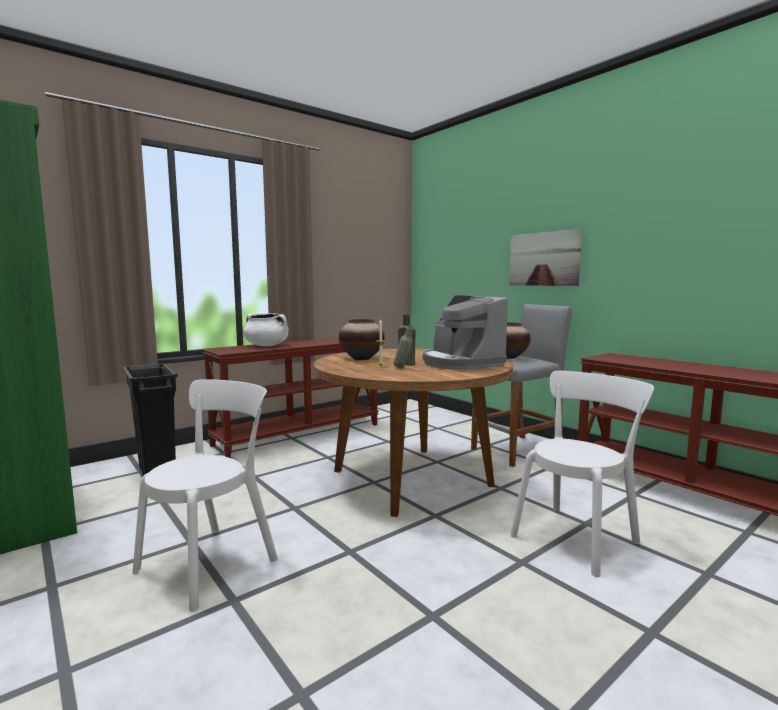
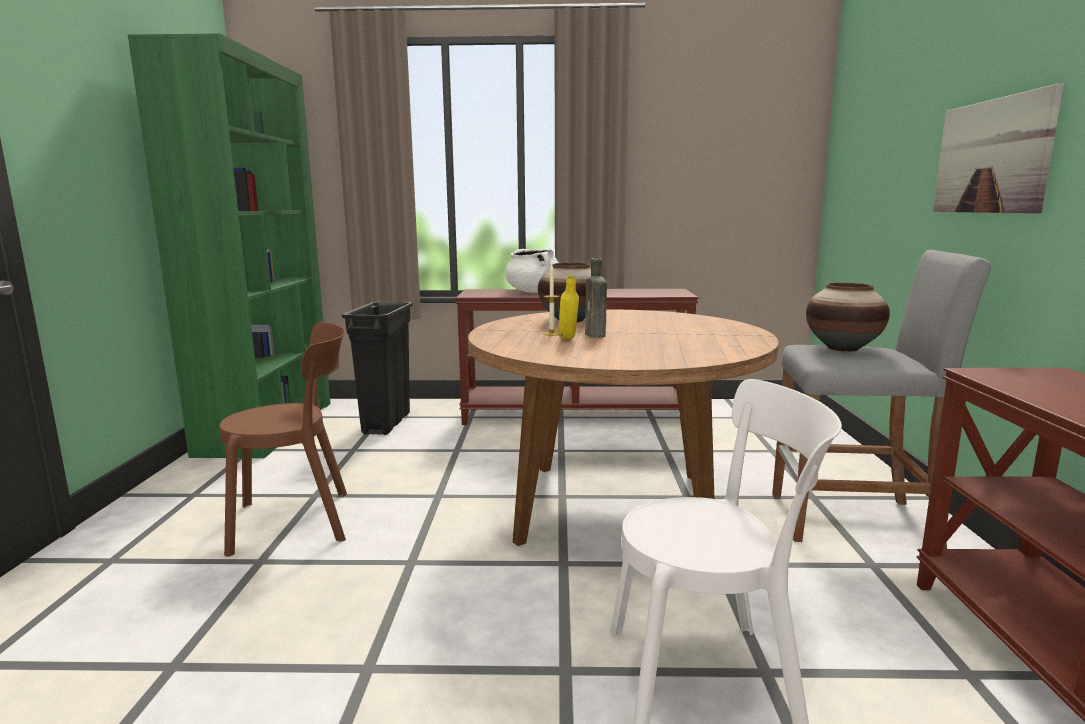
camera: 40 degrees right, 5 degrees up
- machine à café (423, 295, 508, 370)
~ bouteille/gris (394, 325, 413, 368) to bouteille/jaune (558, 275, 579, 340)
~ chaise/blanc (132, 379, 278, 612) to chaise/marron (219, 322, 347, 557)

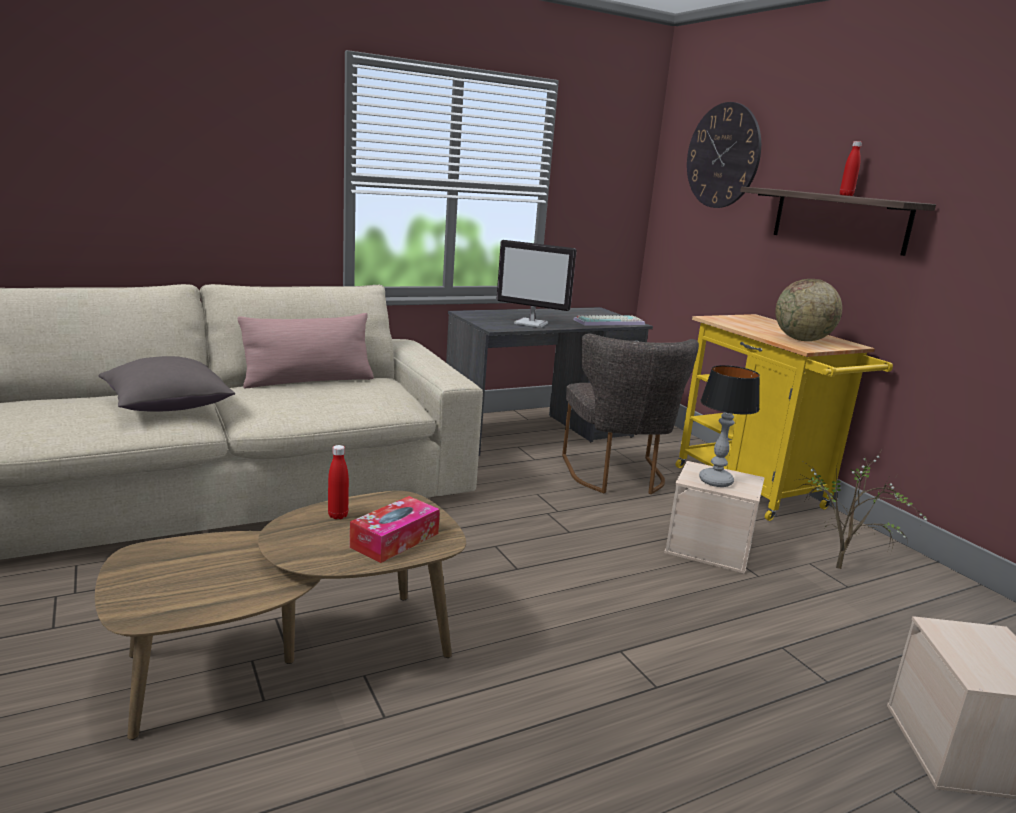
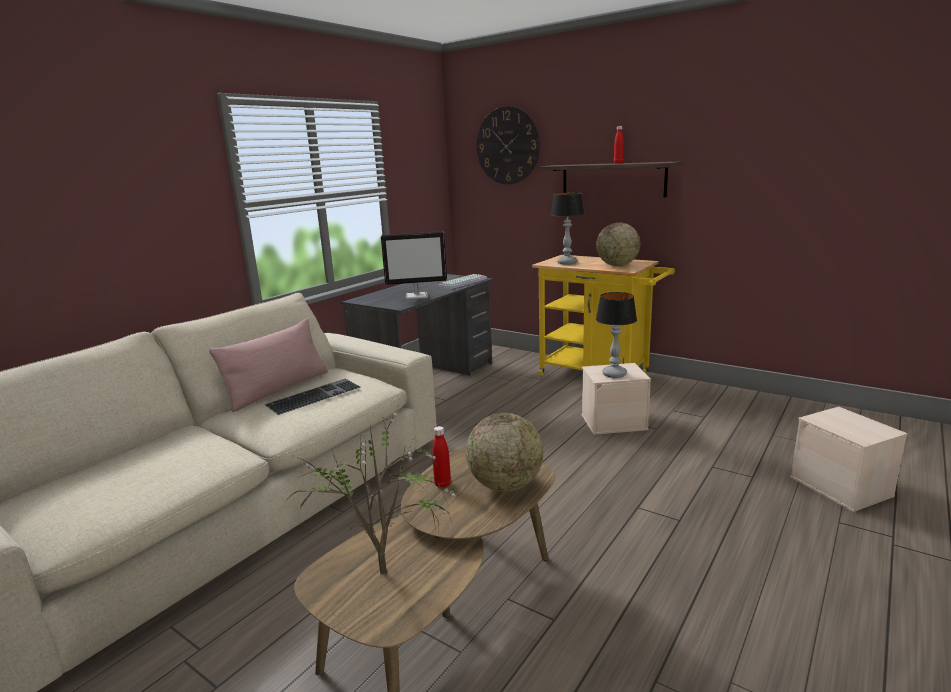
camera: 25 degrees left, 0 degrees up
- chaise/gris (562, 334, 699, 494)
- coussin/gris (99, 356, 235, 412)
~ plante en pot (798, 448, 931, 569) to (289, 405, 460, 574)
~ boîte à mouchoirs (350, 496, 440, 563) to globe (466, 413, 544, 492)
+ lampe de table (551, 193, 584, 265)
+ clavier (265, 379, 360, 415)

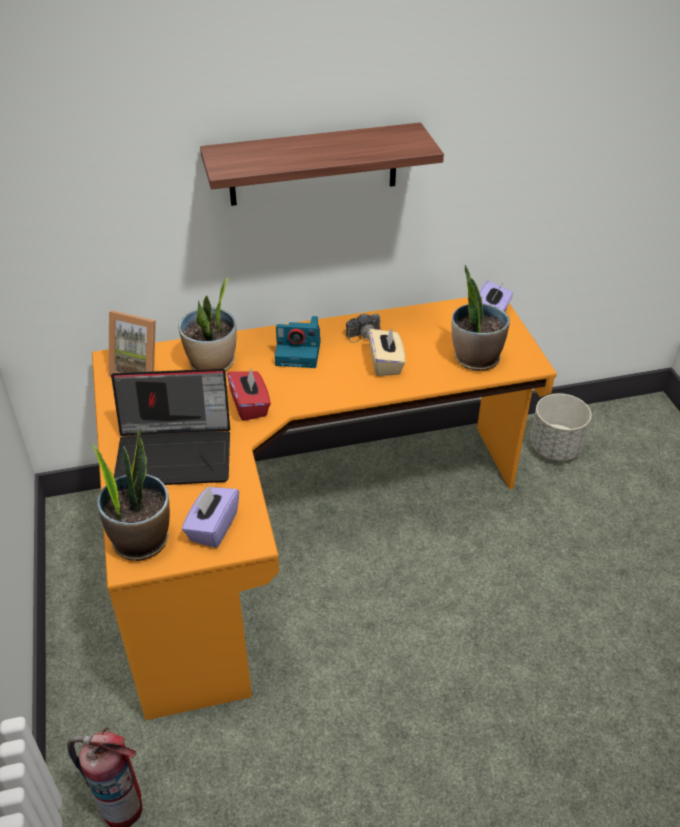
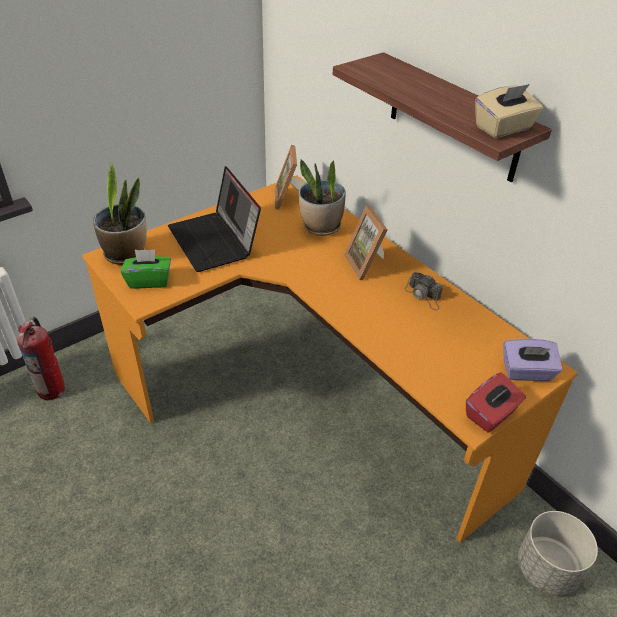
camera: 65 degrees right, 0 degrees up
- plante en pot (452, 265, 510, 371)
~ appareil photo (275, 316, 321, 368) to cadre photo (344, 205, 388, 280)
~ boîte à mouchoirs/beige (369, 327, 405, 376) to (475, 84, 543, 138)
~ boîte à mouchoirs/rouge (227, 369, 271, 421) to (466, 373, 526, 433)
~ boîte à mouchoirs/violet (182, 486, 239, 548) to boîte à mouchoirs/vert (121, 249, 171, 289)

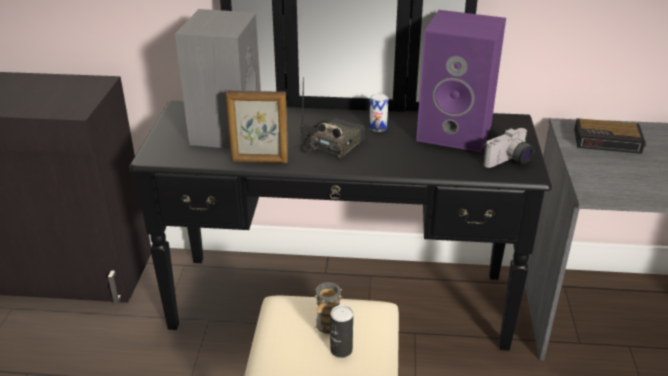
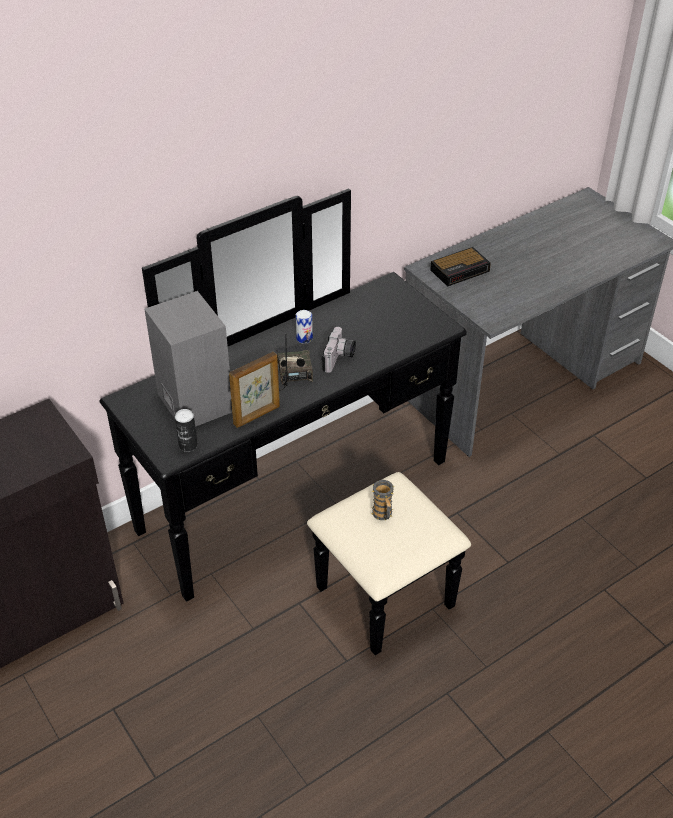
camera: 40 degrees left, 10 degrees up
- enceinte/violet (416, 10, 506, 152)
~ appareil photo (482, 128, 535, 168) to (322, 327, 356, 373)
~ boîte métallique (330, 305, 353, 358) to (175, 409, 198, 452)

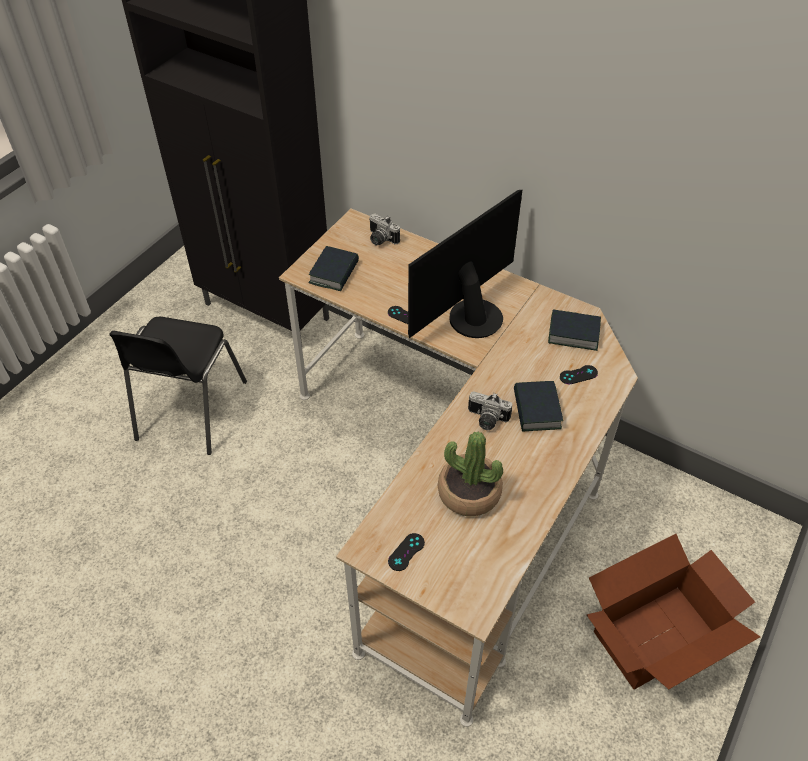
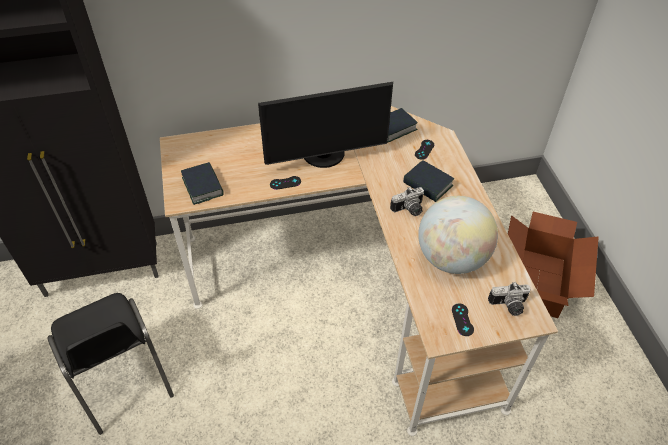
camera: 45 degrees left, 0 degrees up
~ écran d'ordinateur (408, 190, 522, 338) = (258, 82, 393, 168) 105 degrees counterclockwise
~ appareil photo (369, 213, 400, 245) to (488, 282, 531, 316)
~ plante en pot (438, 432, 503, 516) to globe (418, 196, 498, 274)

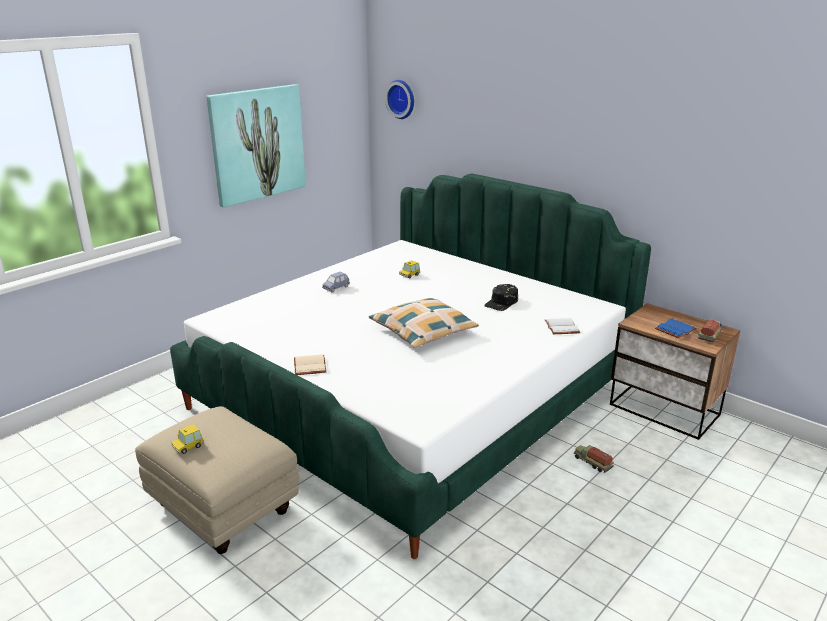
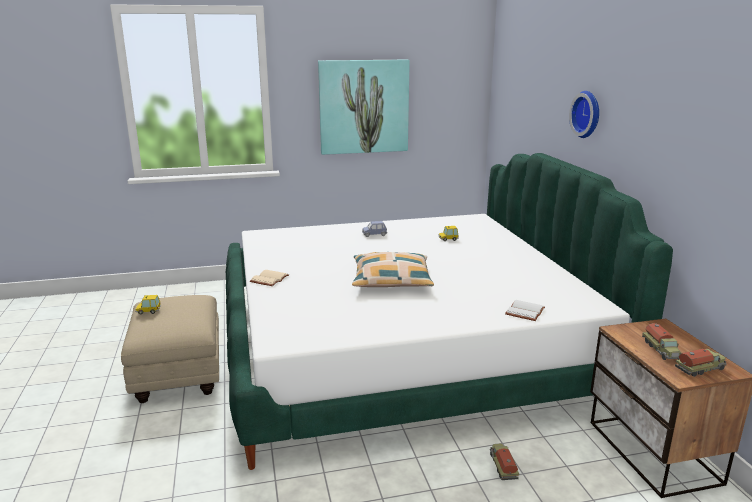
camera: 35 degrees right, 5 degrees down
~ horloge murale (385, 80, 414, 119) to (569, 91, 599, 138)
- casquette/noir (484, 284, 518, 311)
~ livre/bleu (655, 319, 696, 338) to camion jouet (642, 323, 682, 360)

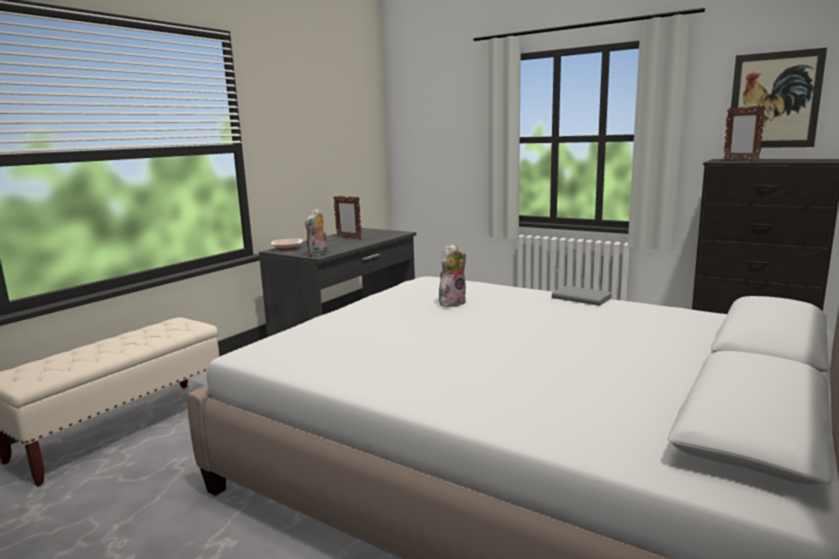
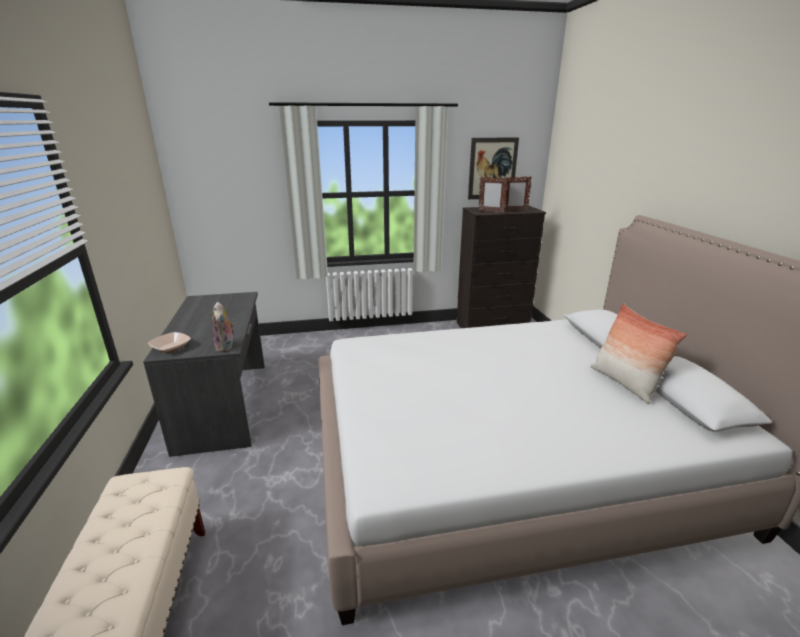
camera: 45 degrees left, 10 degrees up
~ cadre photo (333, 196, 362, 240) to (503, 176, 532, 211)
- peluche (439, 244, 466, 308)
- livre/gris (552, 286, 613, 306)
+ coussin (590, 303, 687, 404)

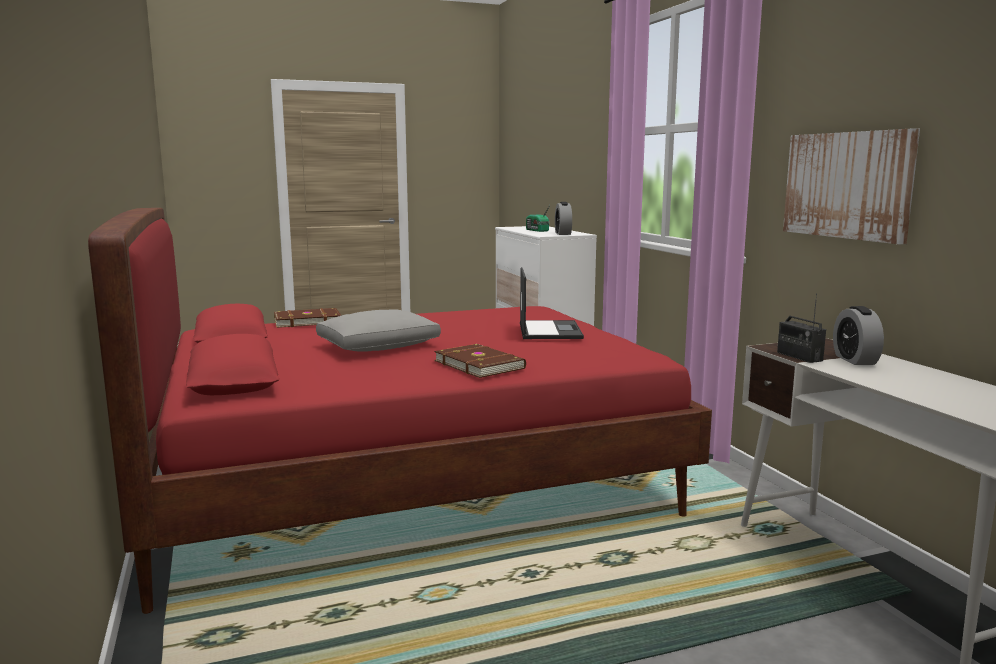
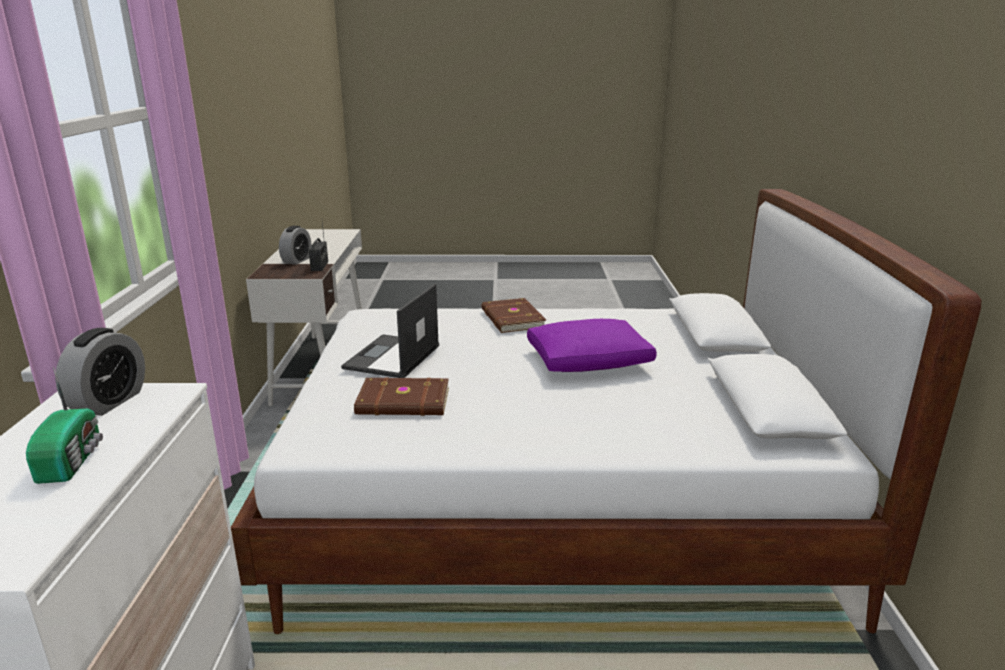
camera: 160 degrees left, 10 degrees up
- tableau (783, 128, 920, 244)
~ lit/rouge (88, 208, 712, 614) to lit/blanc (231, 189, 981, 634)
~ livre/marron (274, 308, 341, 328) to (354, 377, 449, 416)
~ coussin/gris (316, 309, 441, 352) to coussin/violet (527, 319, 657, 372)

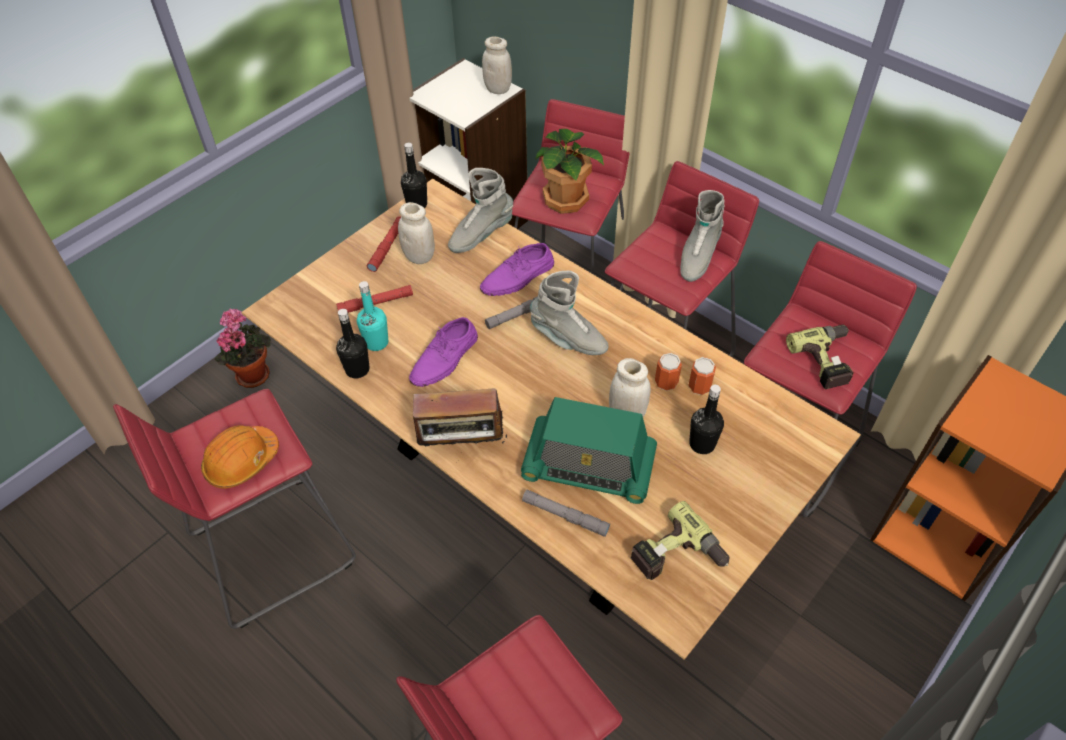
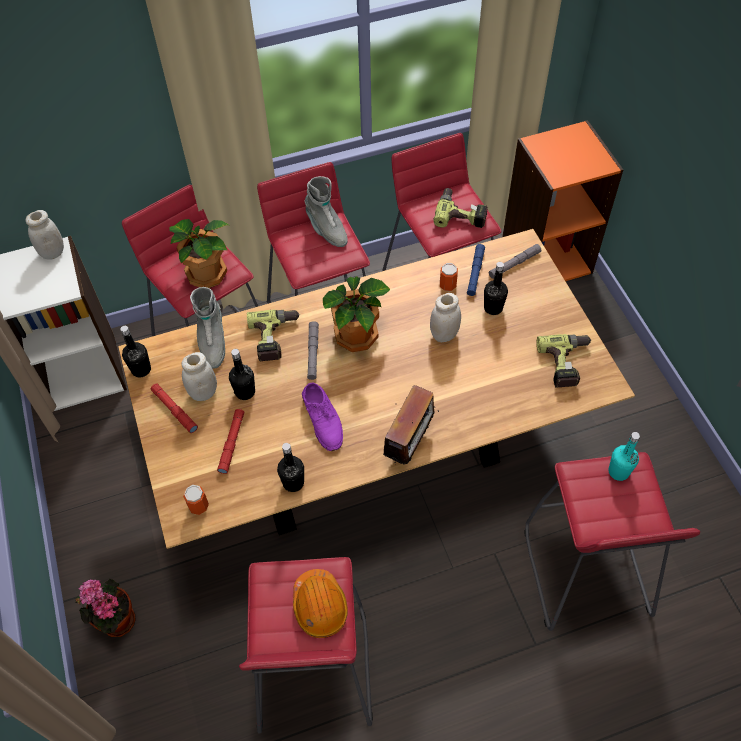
camera: 60 degrees left, 5 degrees up
~ chaussure/violet (480, 243, 554, 296) to perceuse (247, 310, 300, 361)
~ botte/gris (530, 270, 609, 355) to plante en pot (323, 276, 390, 352)
~ bouteille/turquoise (357, 281, 388, 351) to (608, 432, 640, 481)
~ boîte métallique (655, 353, 682, 391) to (183, 485, 209, 515)
- radio (521, 397, 657, 504)
~ lampe de poche/gris (522, 490, 610, 537) to (489, 244, 541, 279)
+ lampe de poche/bleu (467, 244, 485, 296)
+ bouteille/noir (229, 349, 255, 400)

